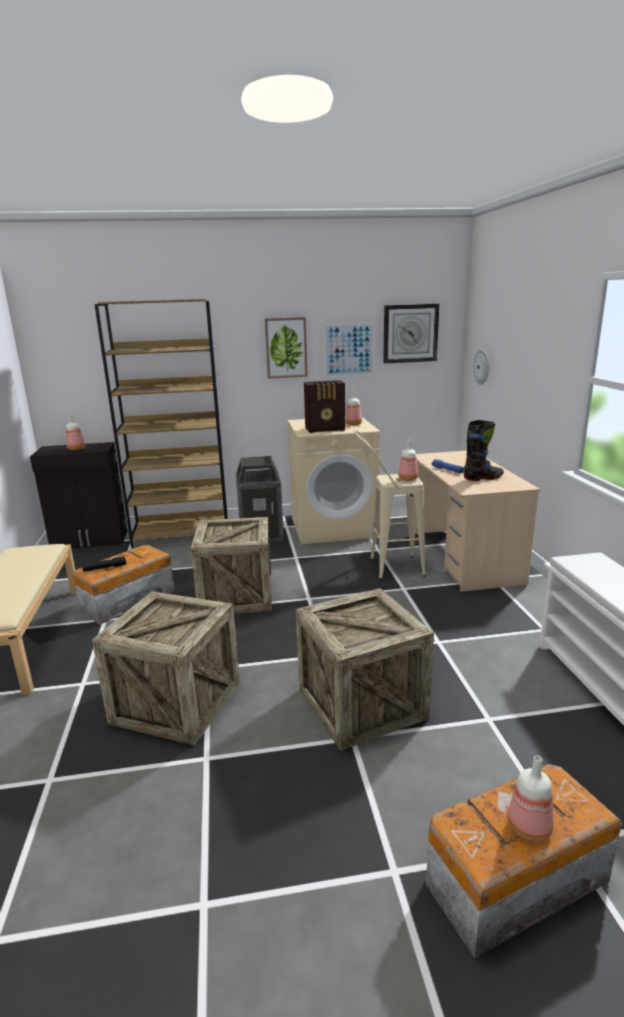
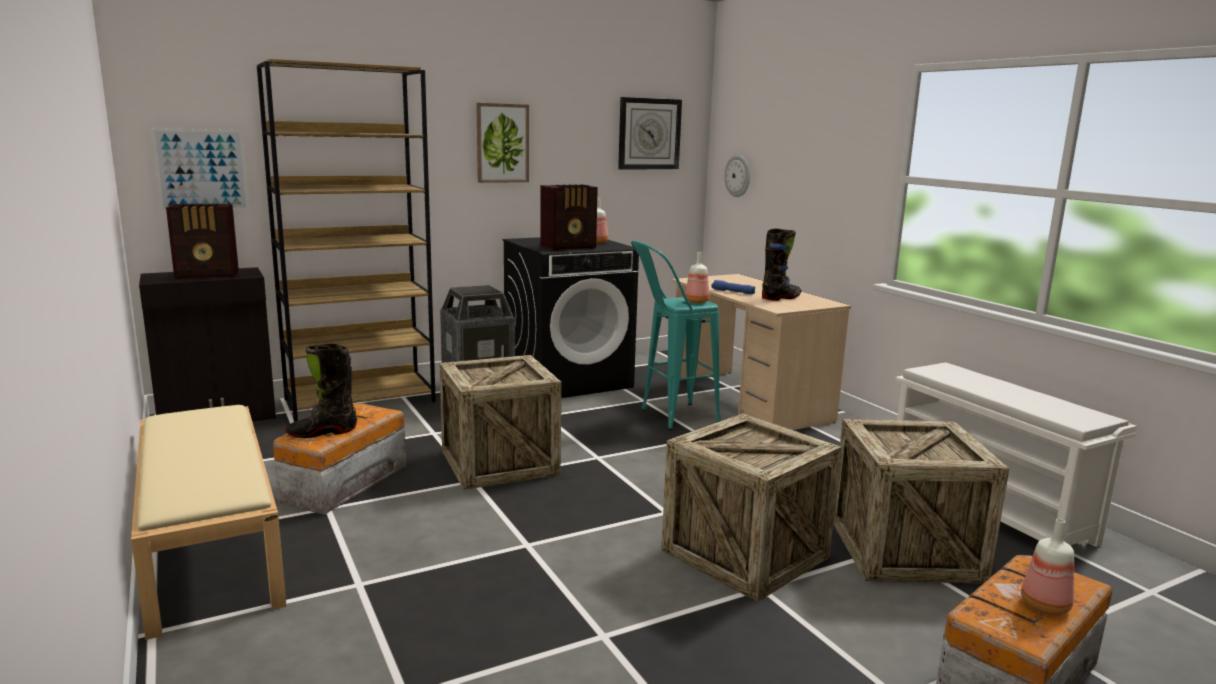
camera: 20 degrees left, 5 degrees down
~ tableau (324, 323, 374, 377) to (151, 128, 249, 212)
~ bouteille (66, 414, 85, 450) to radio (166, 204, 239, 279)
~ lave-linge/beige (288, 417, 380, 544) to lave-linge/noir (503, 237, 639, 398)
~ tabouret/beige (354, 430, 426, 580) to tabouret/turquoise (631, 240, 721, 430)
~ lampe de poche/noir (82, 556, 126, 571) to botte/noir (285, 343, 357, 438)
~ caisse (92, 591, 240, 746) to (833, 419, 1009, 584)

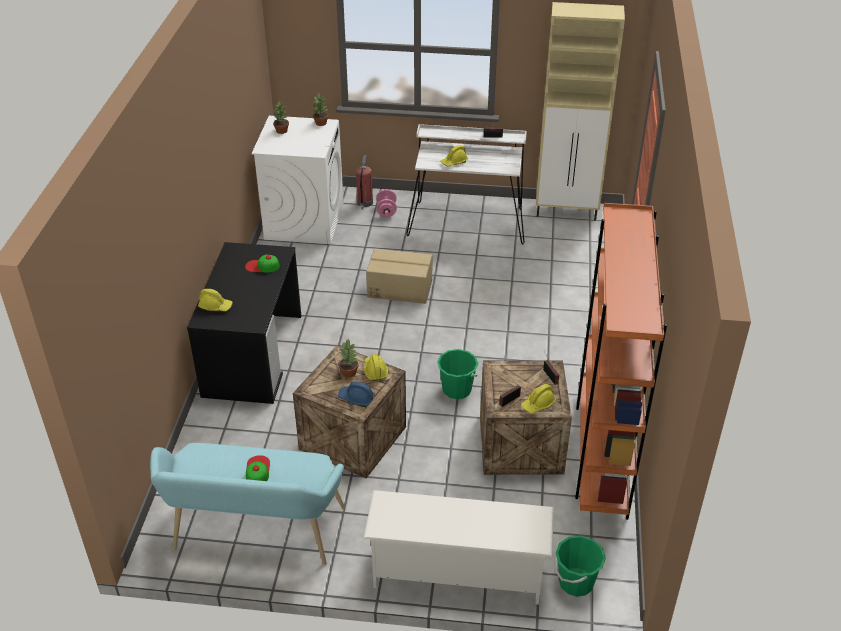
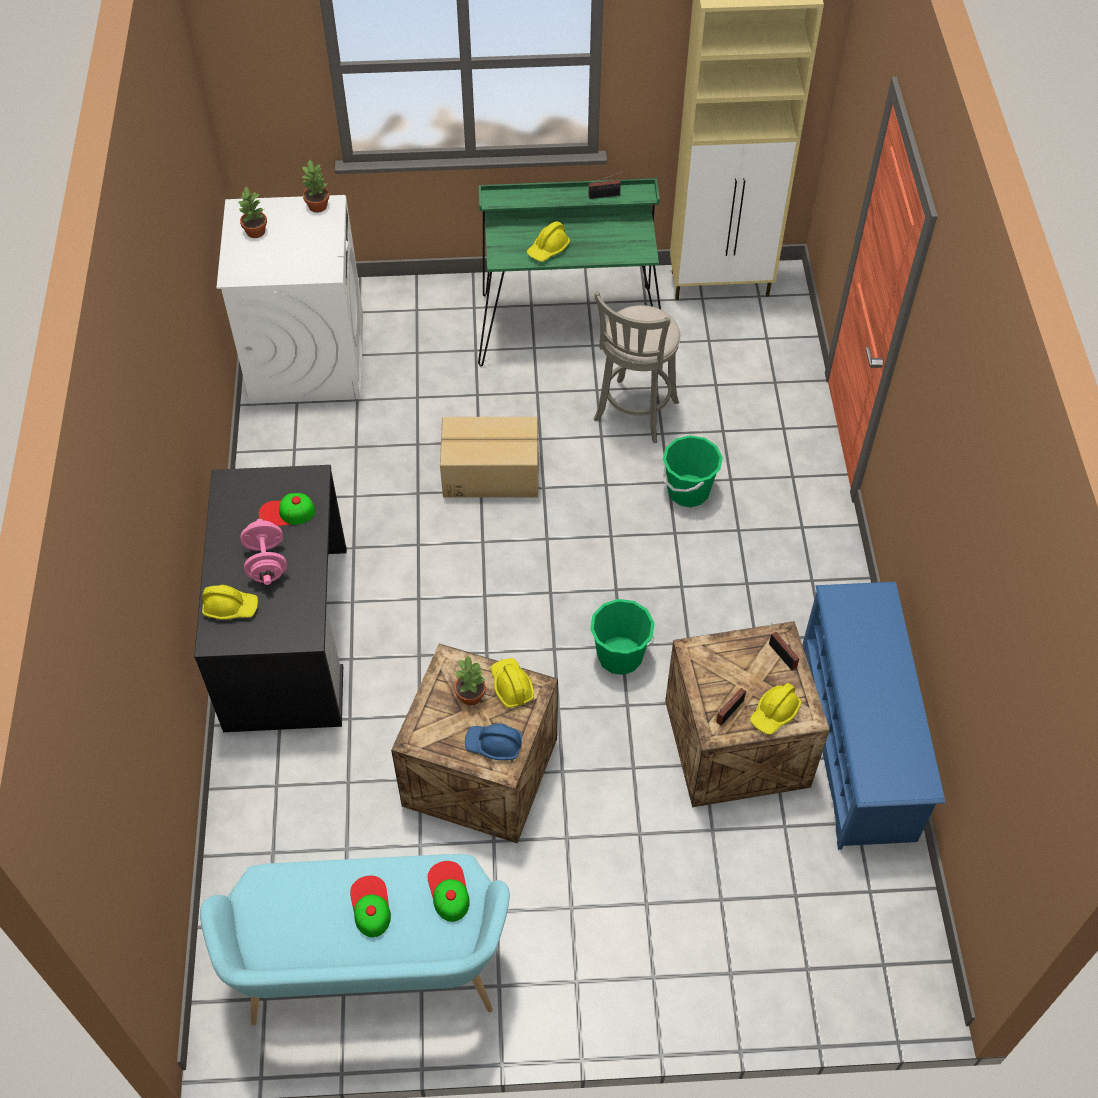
camera: 10 degrees left, 15 degrees up
~ bureau/blanc (406, 124, 527, 244) to bureau/vert (478, 178, 661, 366)
- extincteur (356, 155, 373, 210)
~ haltère/rose (376, 189, 397, 217) to (240, 519, 287, 585)
~ bibliothèque/orange (575, 203, 667, 520) to étagère à chaussures/bleu (802, 582, 945, 850)
- étagère à chaussures/blanc (364, 490, 554, 605)
~ seau/vert (555, 536, 606, 597) to (662, 435, 723, 507)
+ tabouret/gris (594, 292, 681, 443)
+ casquette (428, 861, 470, 922)

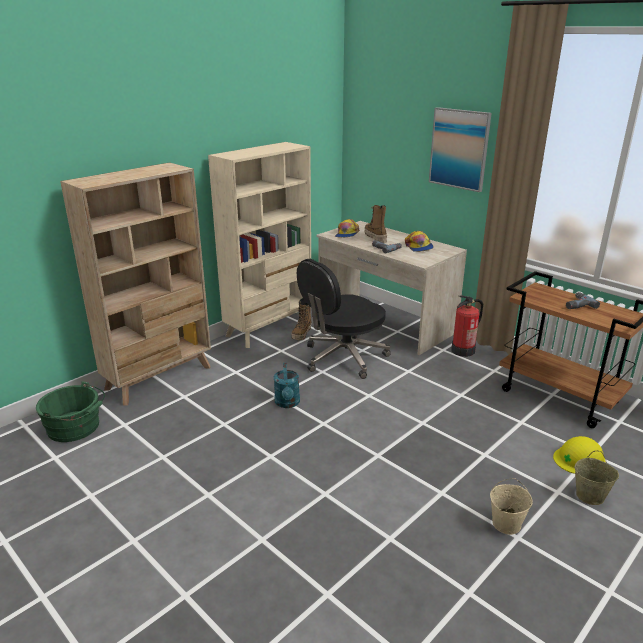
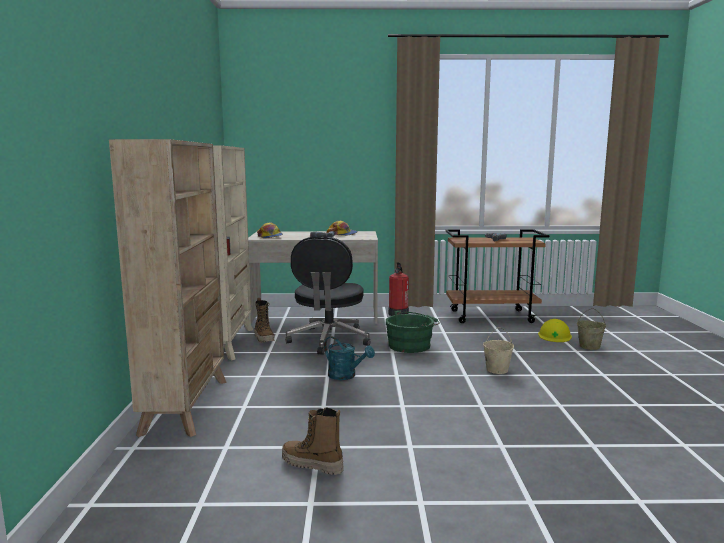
camera: 45 degrees left, 15 degrees down
- tableau (429, 107, 492, 192)
~ botte (365, 205, 387, 243) to (282, 407, 343, 475)
~ seau/vert (36, 381, 105, 442) to (386, 310, 440, 353)
~ seau/beige (490, 478, 533, 535) to (483, 327, 514, 374)

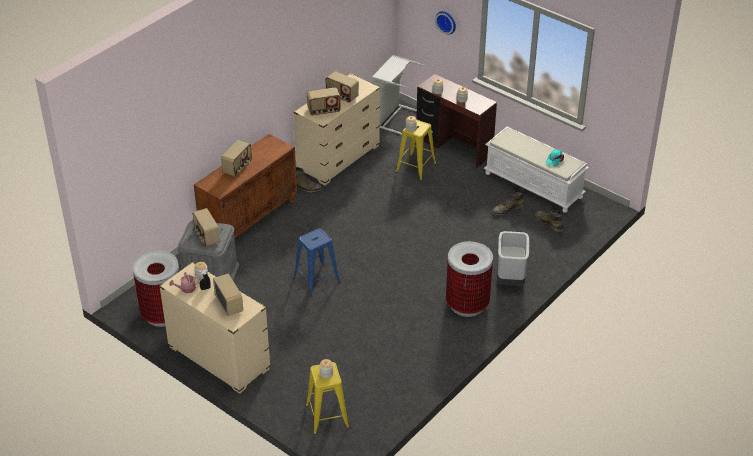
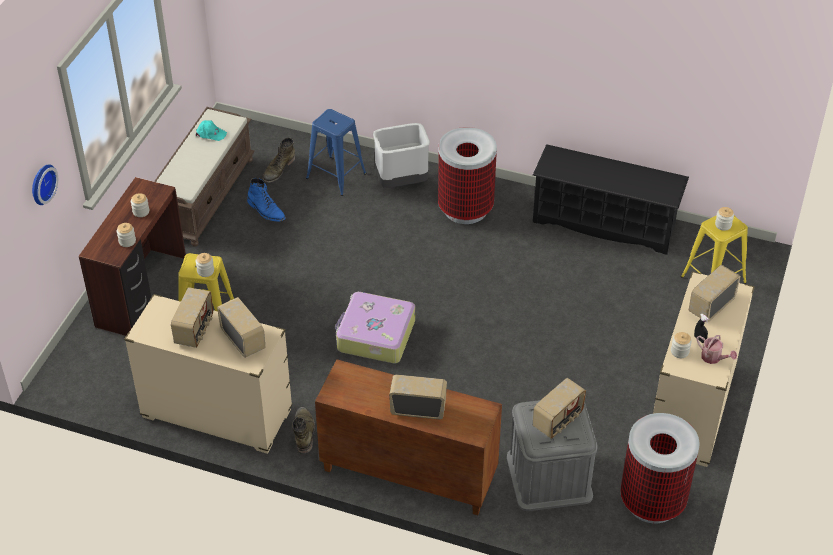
camera: 110 degrees left, 5 degrees up
- panier à linge/gris (372, 55, 425, 134)
~ banc/blanc (484, 127, 589, 213) to banc/marron (154, 107, 255, 247)
~ botte/vert (492, 189, 524, 216) to botte/bleu (247, 178, 286, 222)
~ tabouret/bleu (293, 228, 340, 296) to (306, 109, 367, 196)
+ étagère à chaussures/noir (533, 144, 689, 255)
+ valise (335, 292, 415, 363)

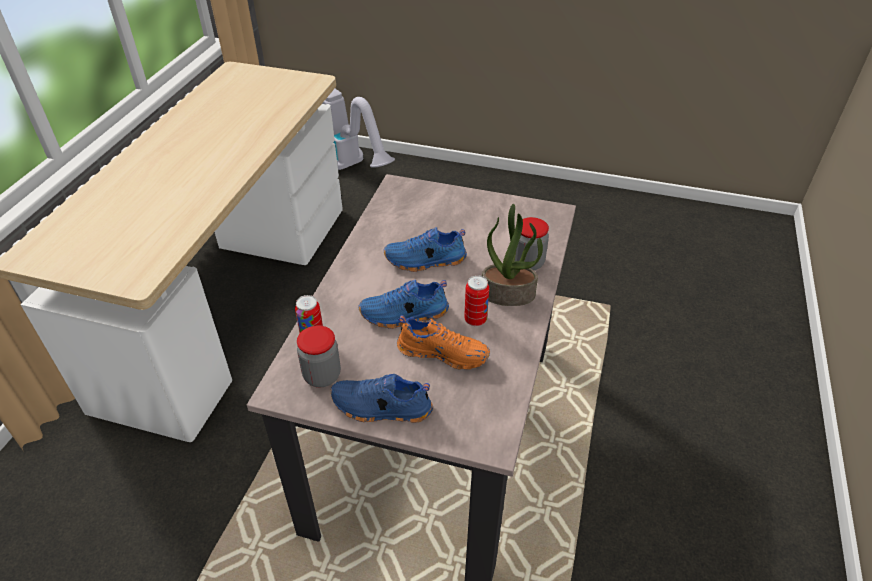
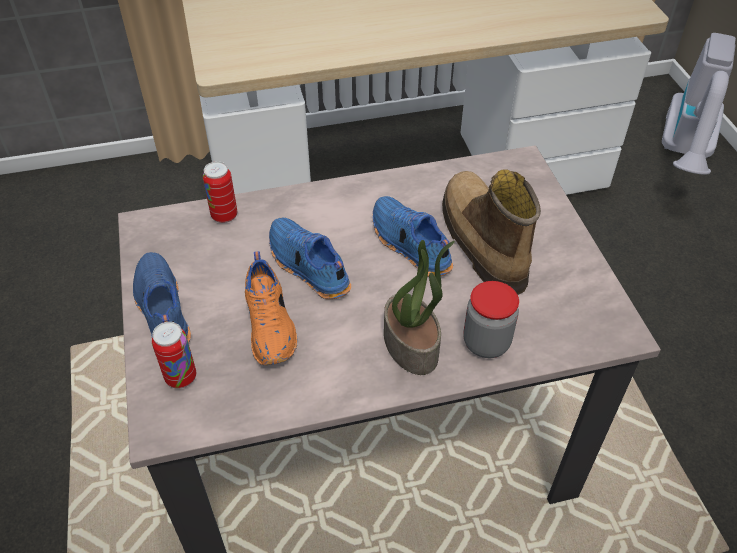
camera: 60 degrees right, 5 degrees up
~ boîte métallique (464, 275, 489, 326) to (152, 322, 196, 389)
- bocal (297, 326, 341, 387)
+ botte (442, 170, 541, 295)

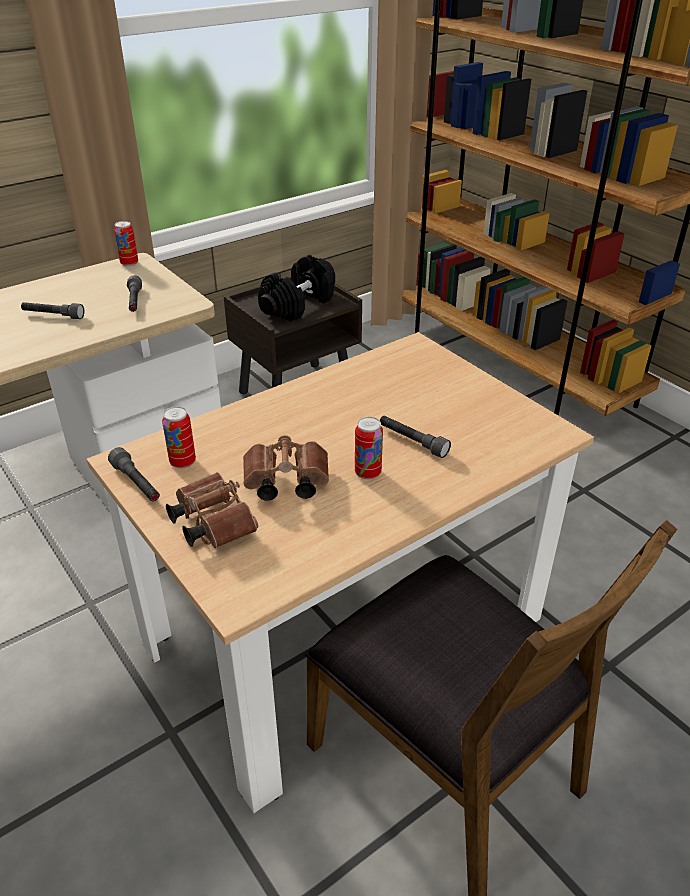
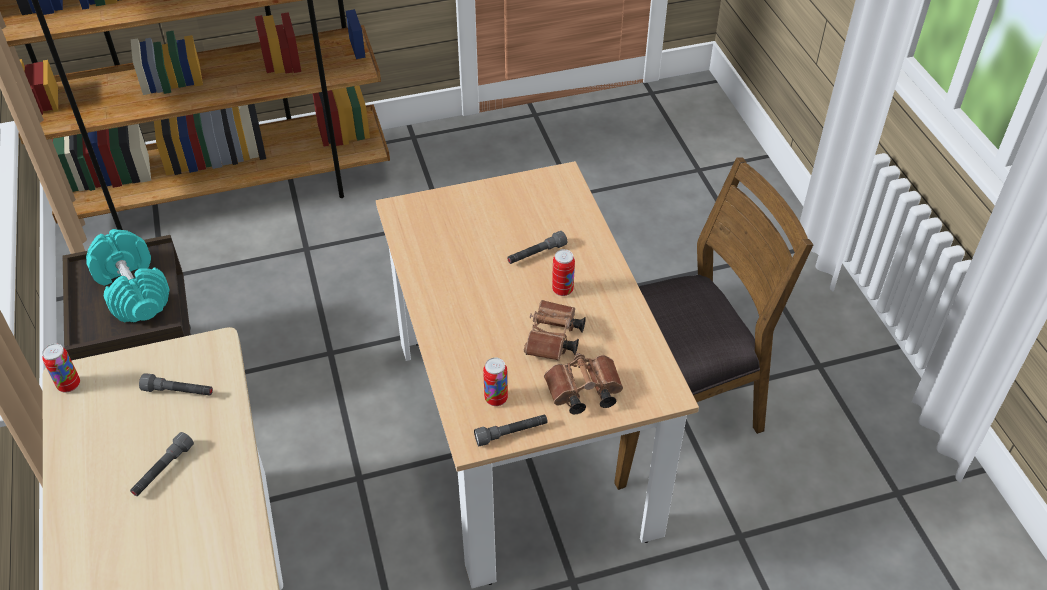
camera: 70 degrees left, 10 degrees up
~ haltère/noir (258, 255, 335, 321) to haltère/turquoise (86, 229, 170, 322)

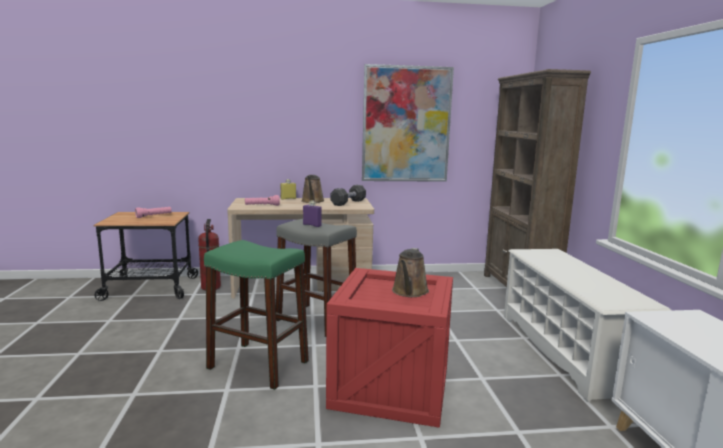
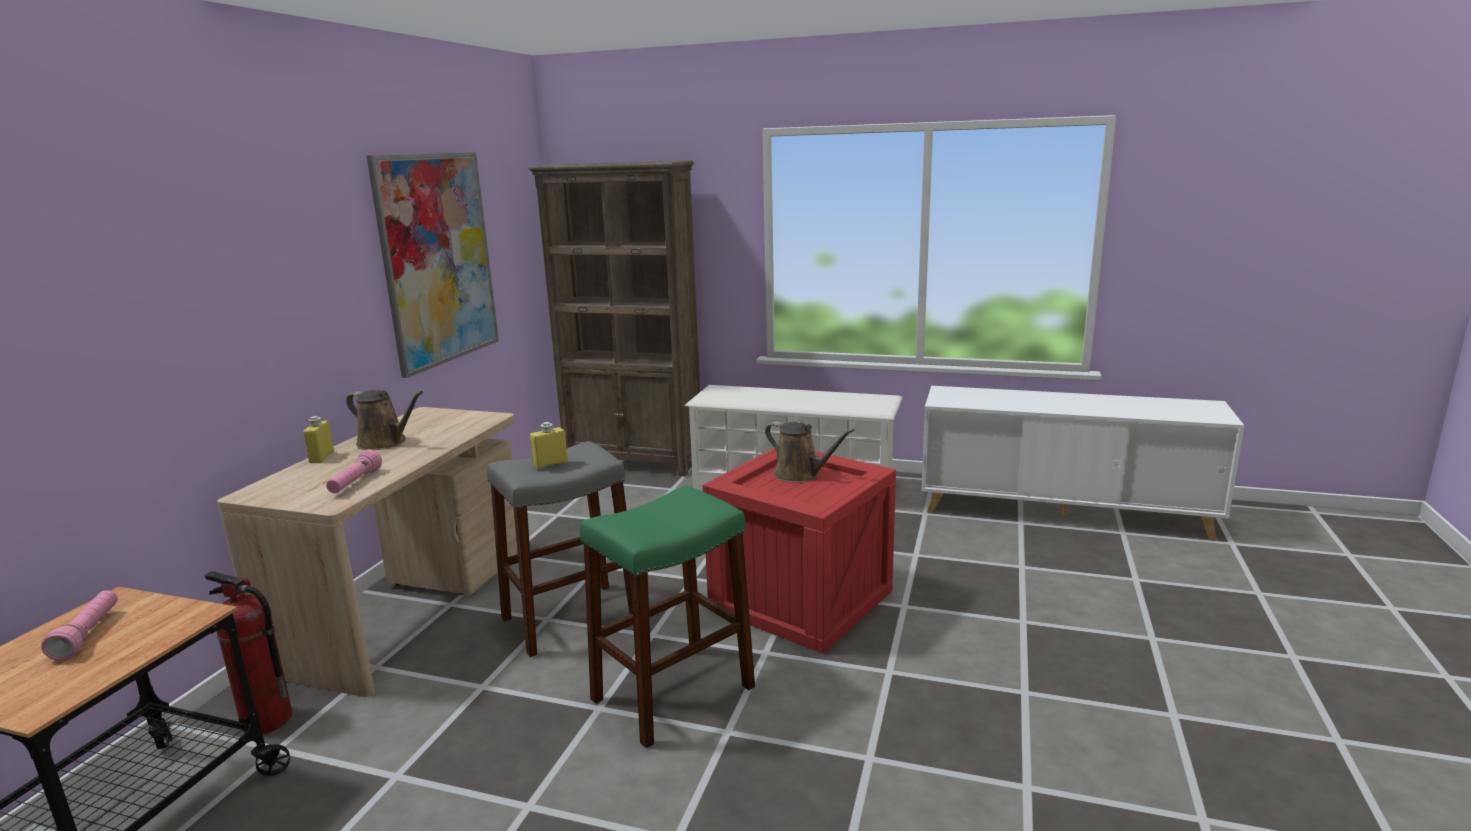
camera: 65 degrees left, 5 degrees up
- haltère/noir (331, 185, 366, 206)
~ bouteille/violet (303, 201, 322, 227) to bouteille/jaune (530, 422, 568, 470)

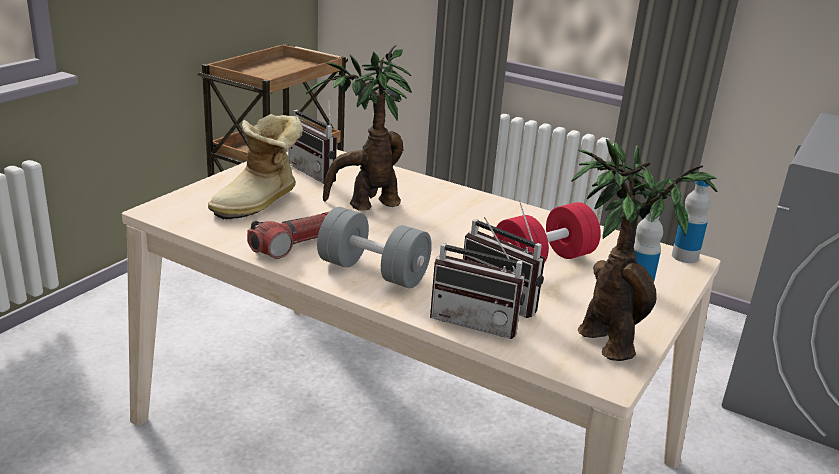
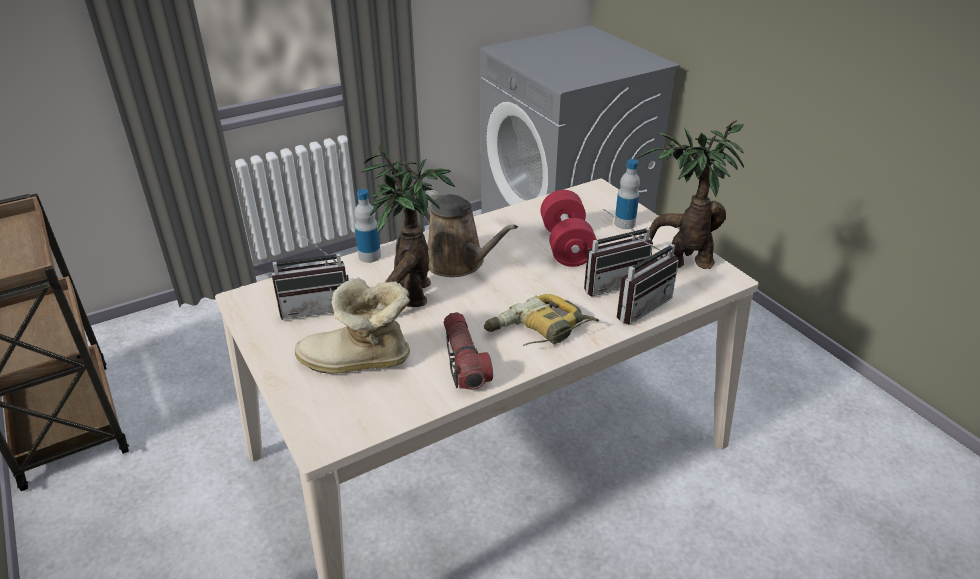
camera: 60 degrees left, 10 degrees up
~ botte (208, 114, 303, 220) = (295, 278, 410, 374) 120 degrees clockwise
~ bouteille (672, 181, 710, 263) to (354, 189, 381, 263)
~ haltère/gris (317, 207, 432, 288) to perceuse (484, 294, 599, 346)
+ arrosoir/marron (424, 190, 518, 277)

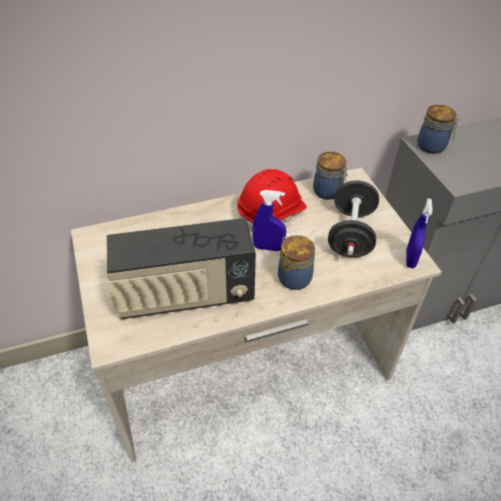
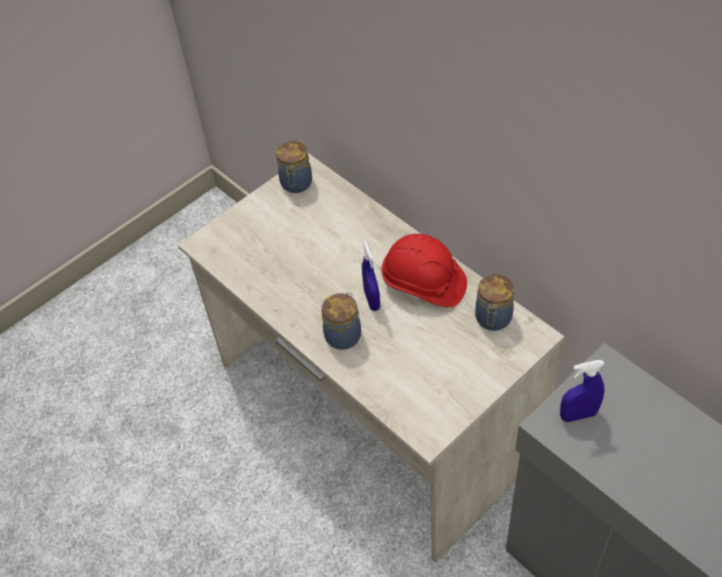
camera: 70 degrees right, 5 degrees up
~ bocal (417, 105, 460, 154) to (276, 141, 312, 193)
- haltère/noir (328, 180, 379, 257)
~ vaporisateur/bleu (406, 198, 433, 268) to (560, 360, 605, 422)
- radio (107, 218, 256, 319)

